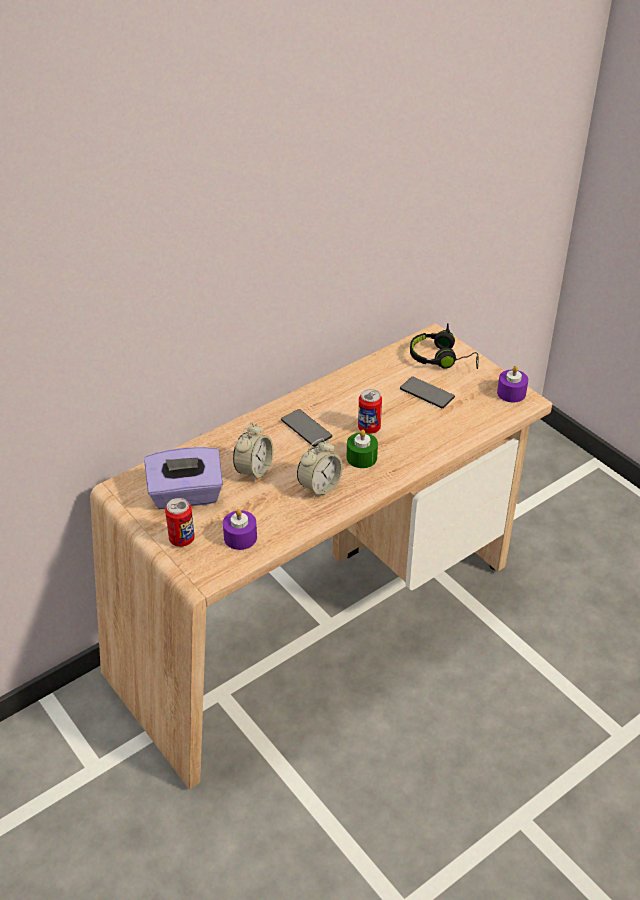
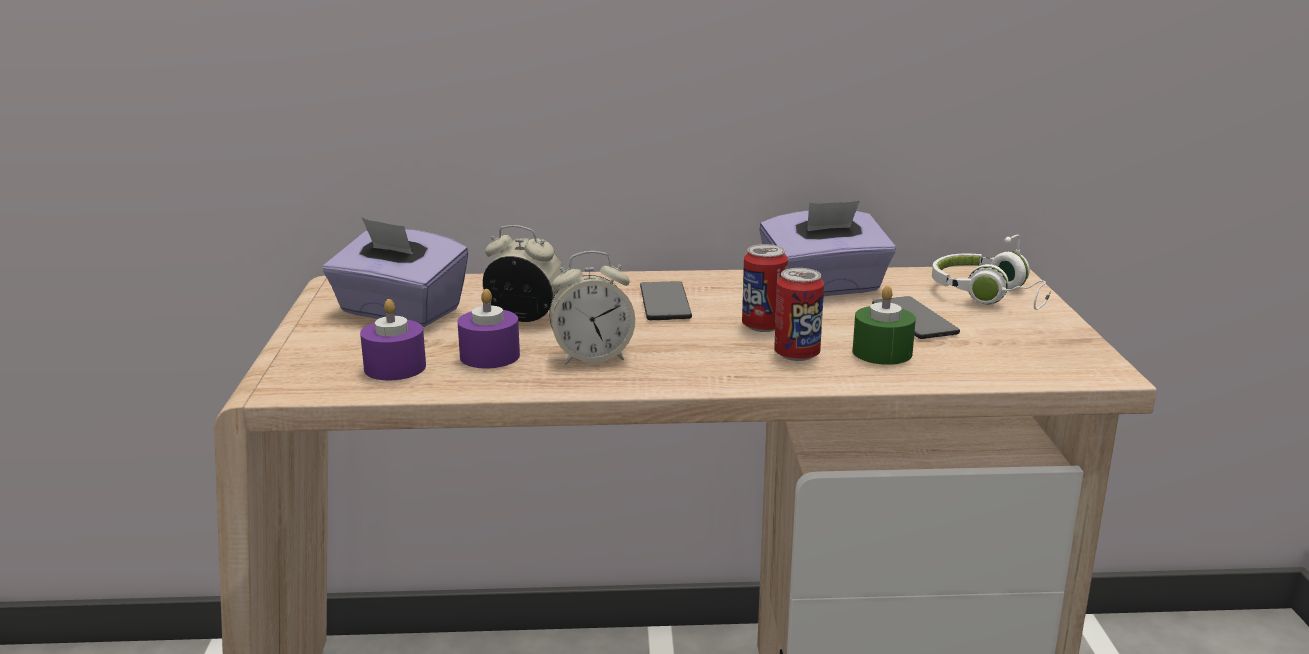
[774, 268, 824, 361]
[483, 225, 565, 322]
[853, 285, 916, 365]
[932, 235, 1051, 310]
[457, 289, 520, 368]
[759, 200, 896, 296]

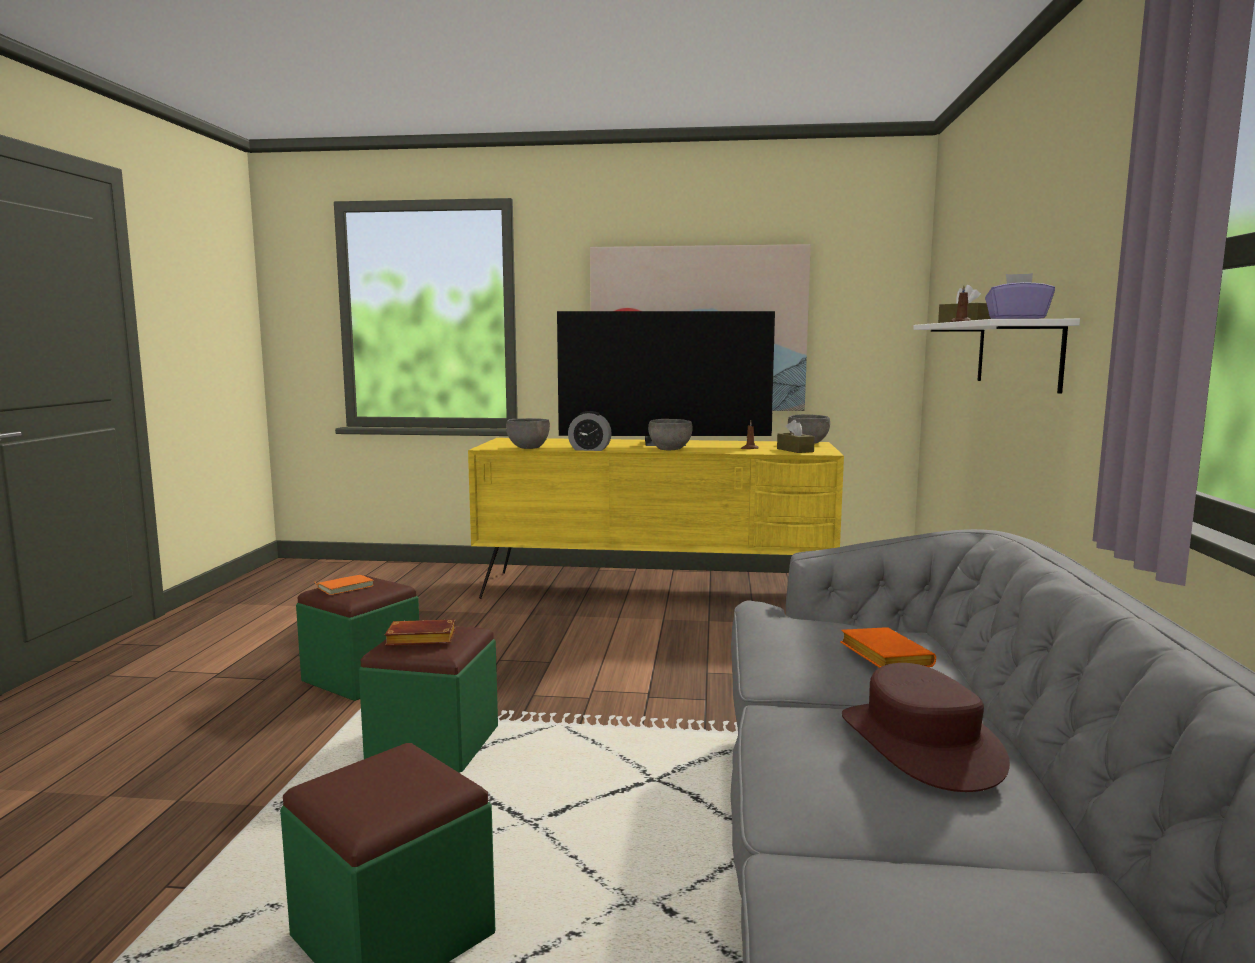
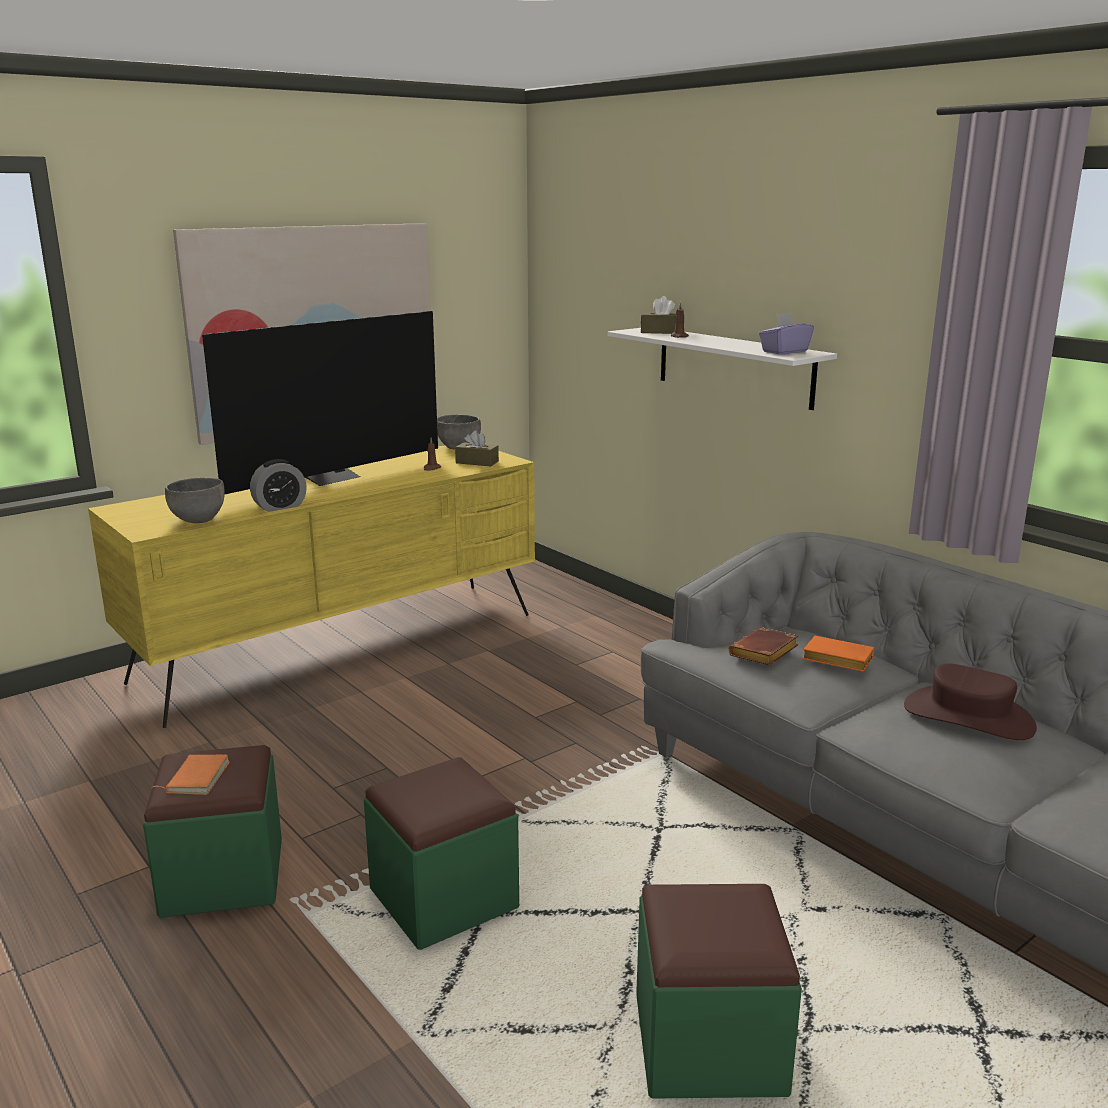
[728, 627, 798, 665]
[648, 419, 693, 450] (first image)

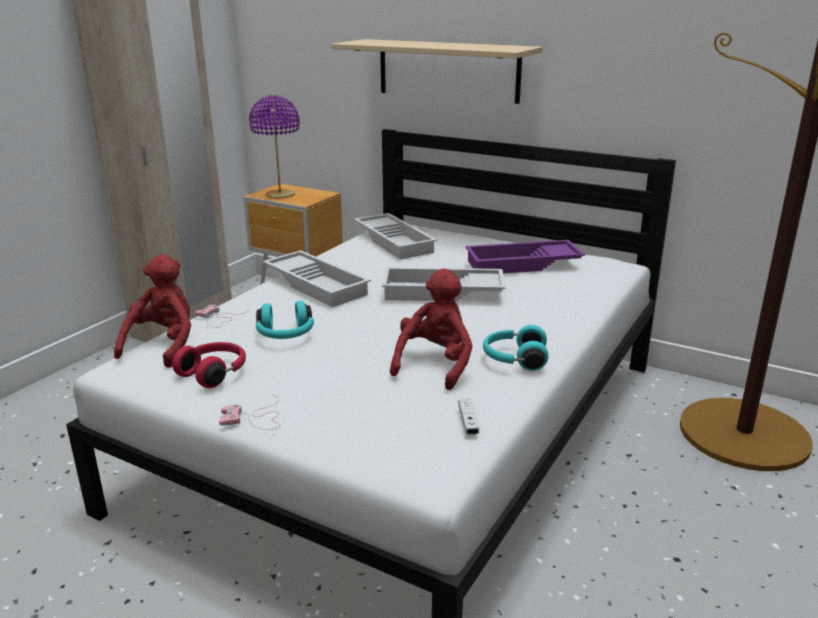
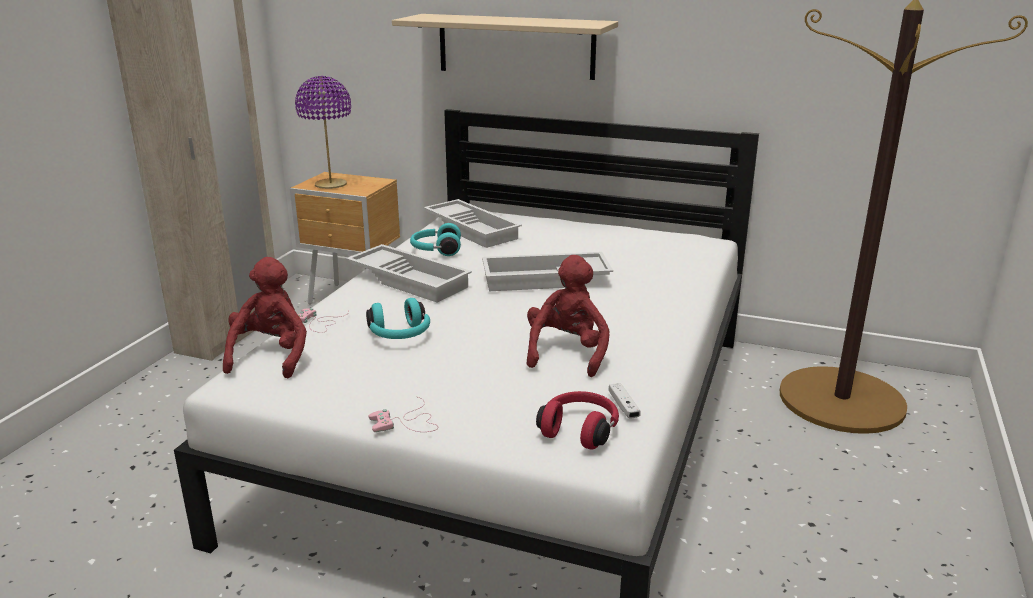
[536, 391, 619, 450]
[465, 240, 585, 274] (first image)
[410, 223, 461, 256]

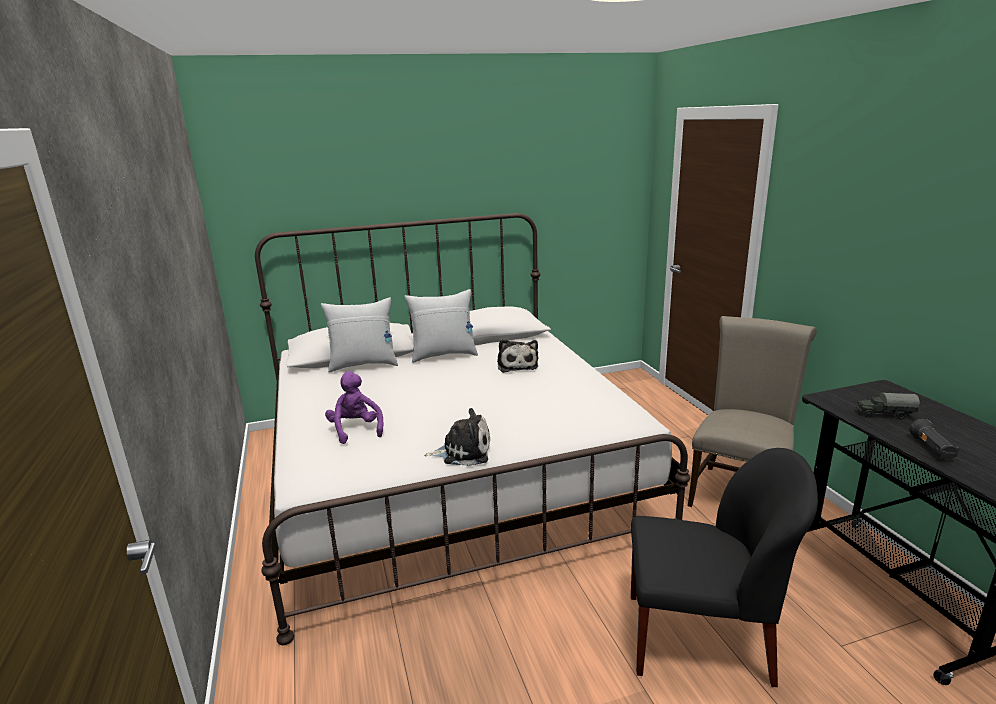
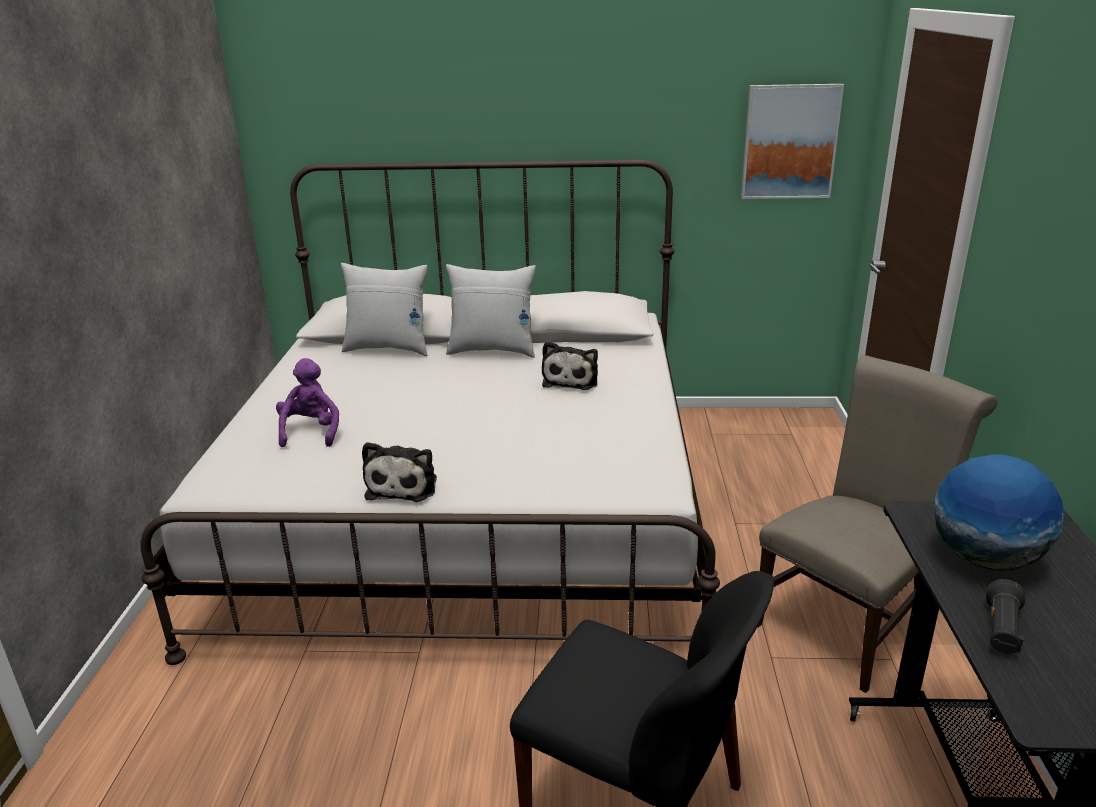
[362, 442, 437, 502]
[934, 454, 1064, 571]
[741, 84, 844, 199]

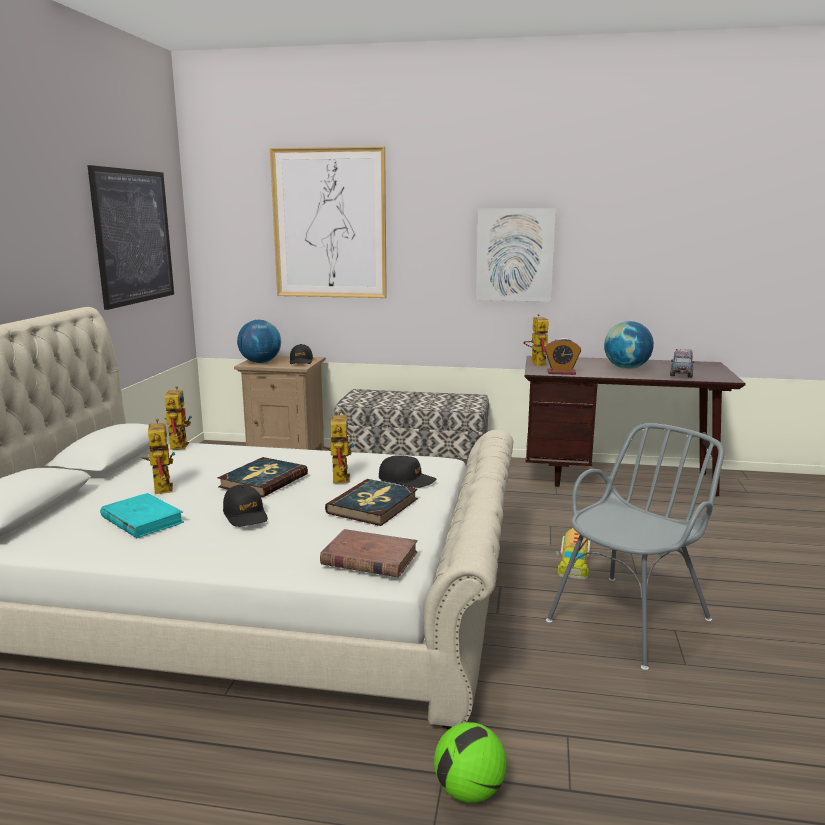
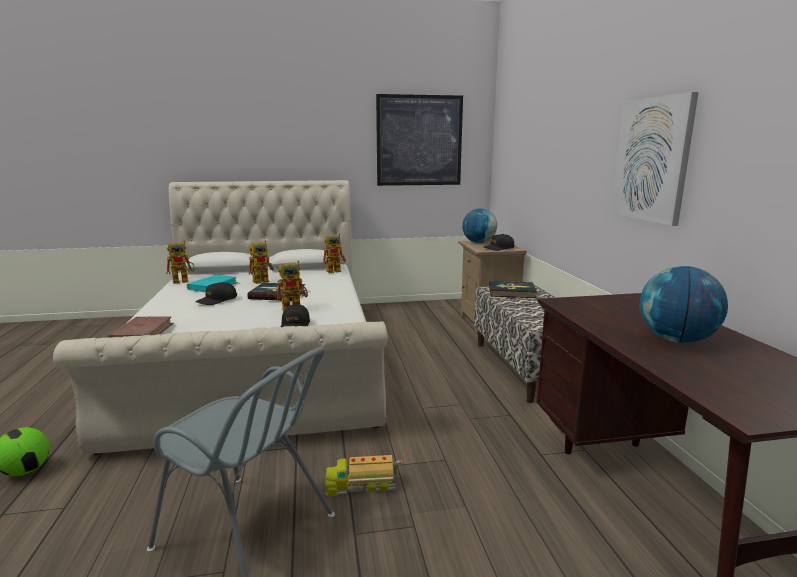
[270, 146, 387, 298] (first image)
[489, 281, 537, 298]
[166, 241, 195, 284]
[544, 338, 581, 375] (first image)
[670, 349, 694, 378] (first image)

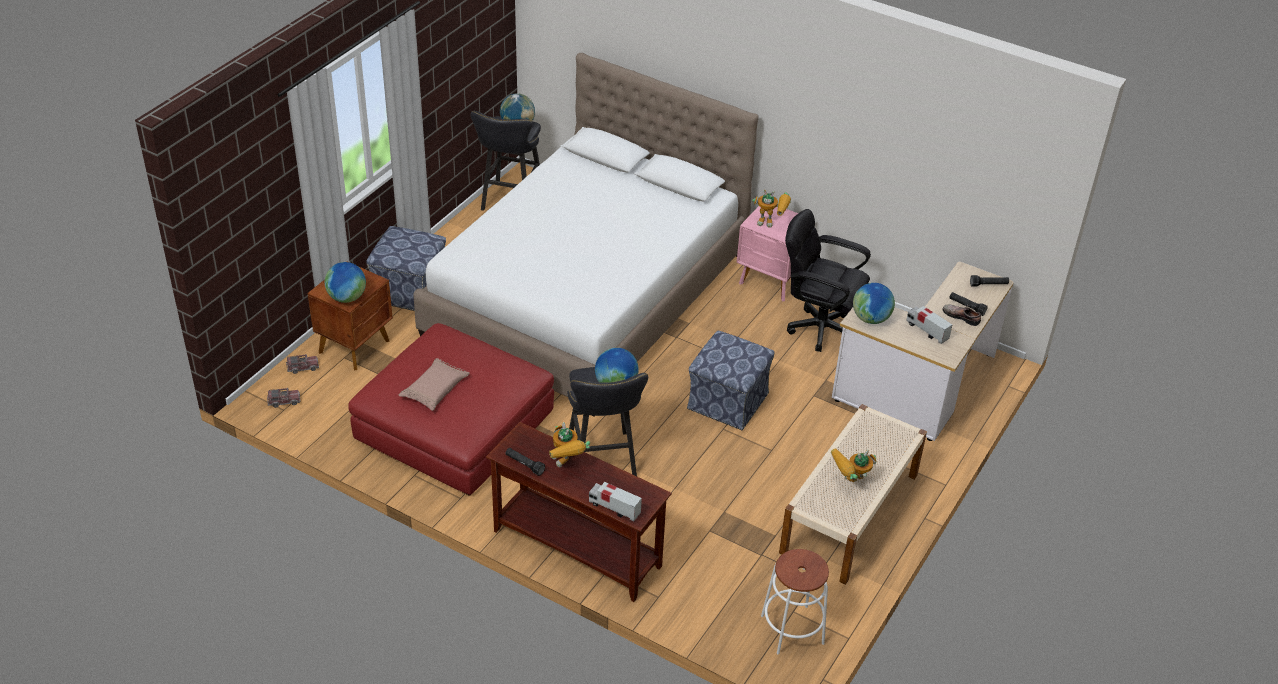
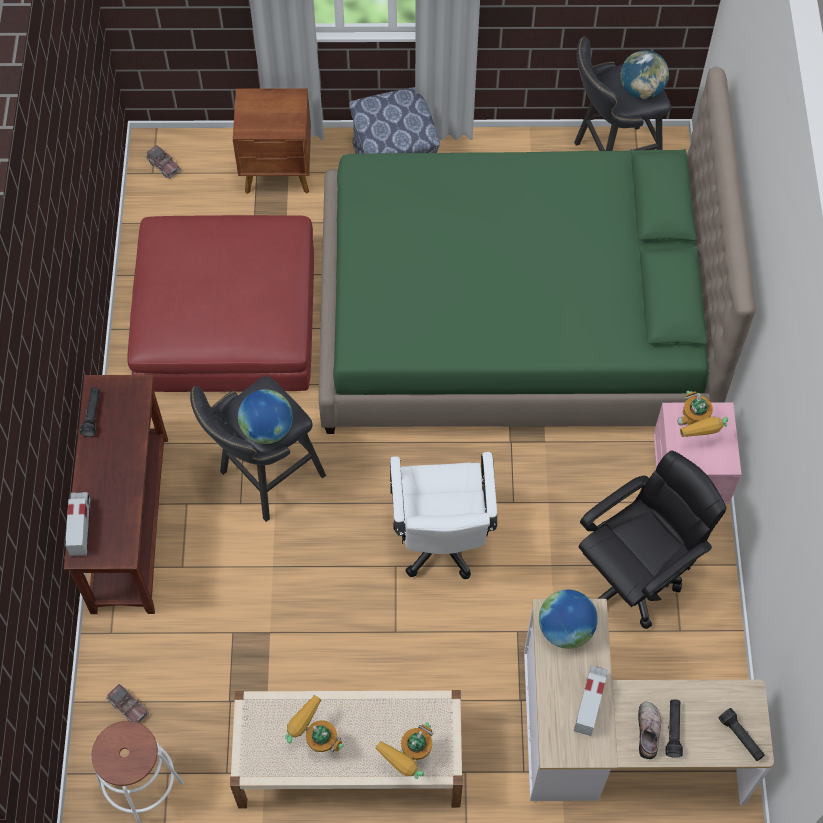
[106, 684, 149, 723]
[325, 262, 366, 303] (first image)
[399, 358, 470, 411] (first image)
[319, 67, 756, 434]
[375, 722, 433, 779]
[390, 452, 497, 579]
[579, 450, 727, 629]

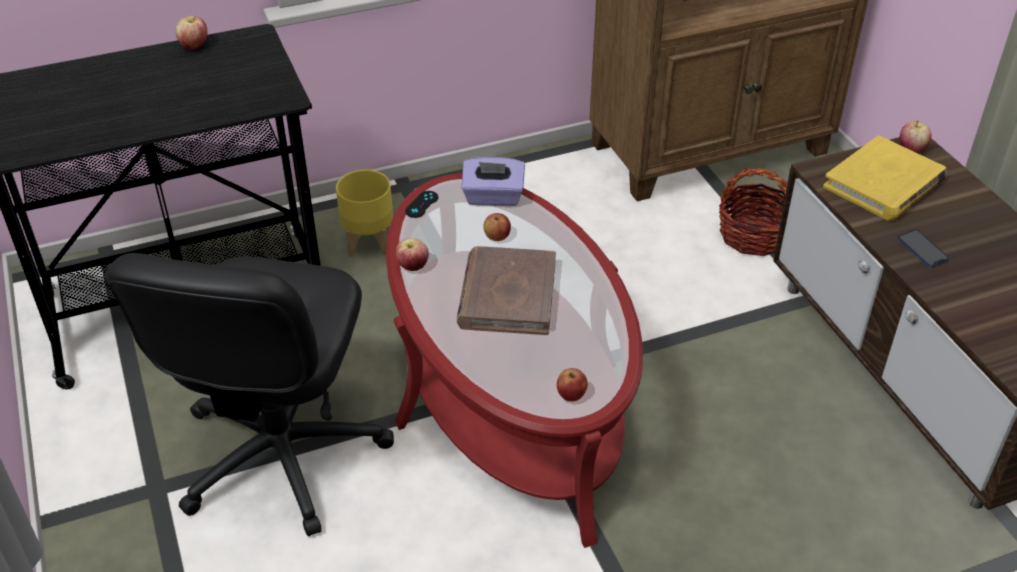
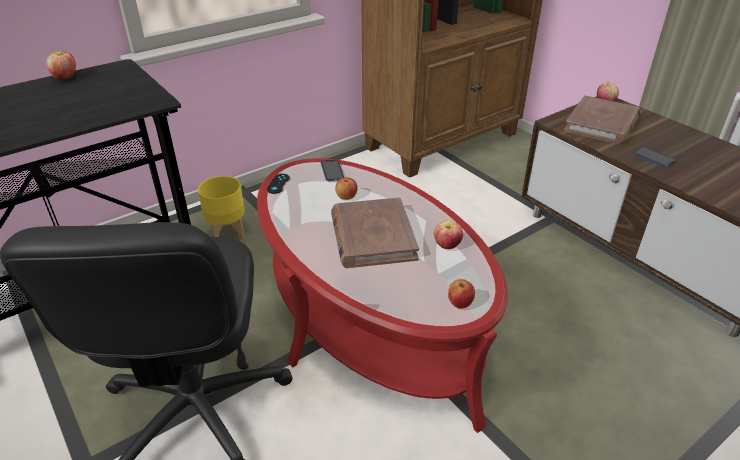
[434, 221, 463, 249]
[321, 160, 344, 181]
[719, 167, 787, 256] (first image)
[564, 95, 640, 144]

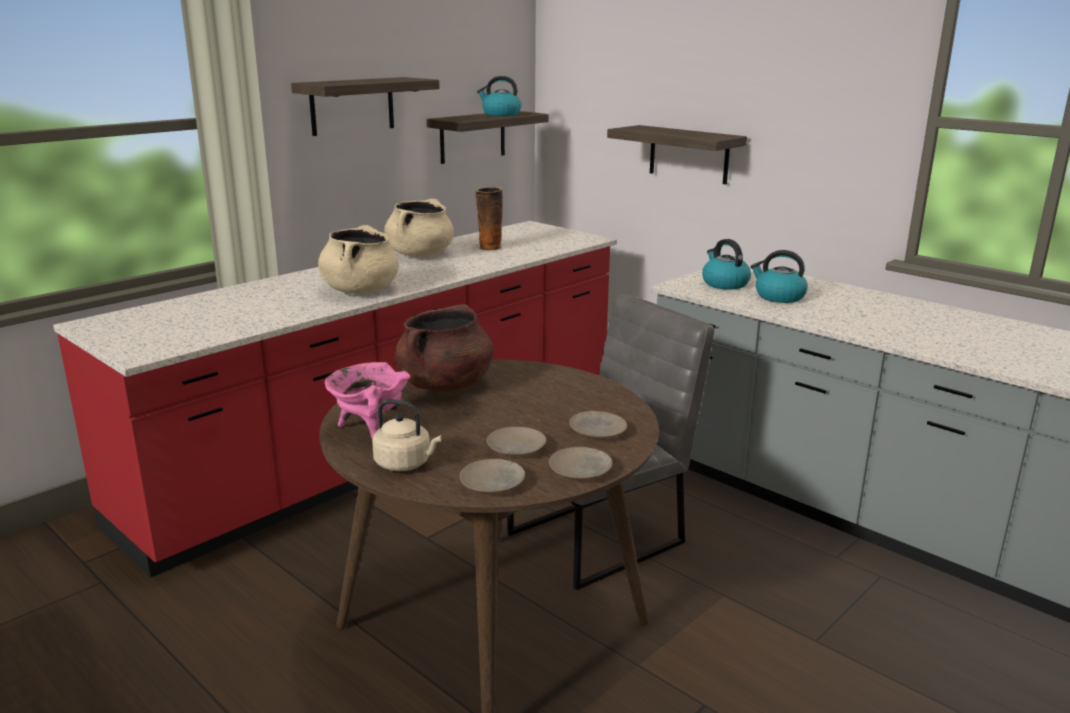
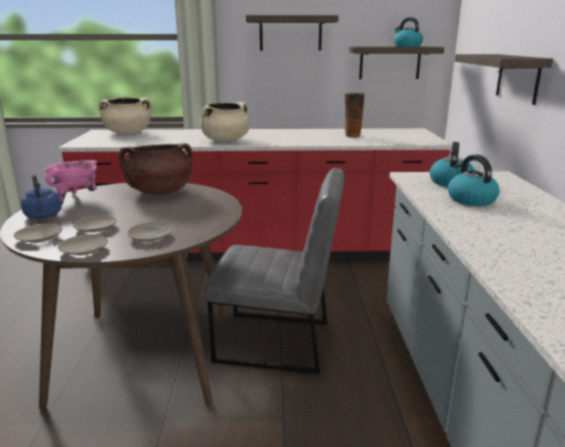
[21, 172, 61, 219]
[99, 97, 152, 134]

